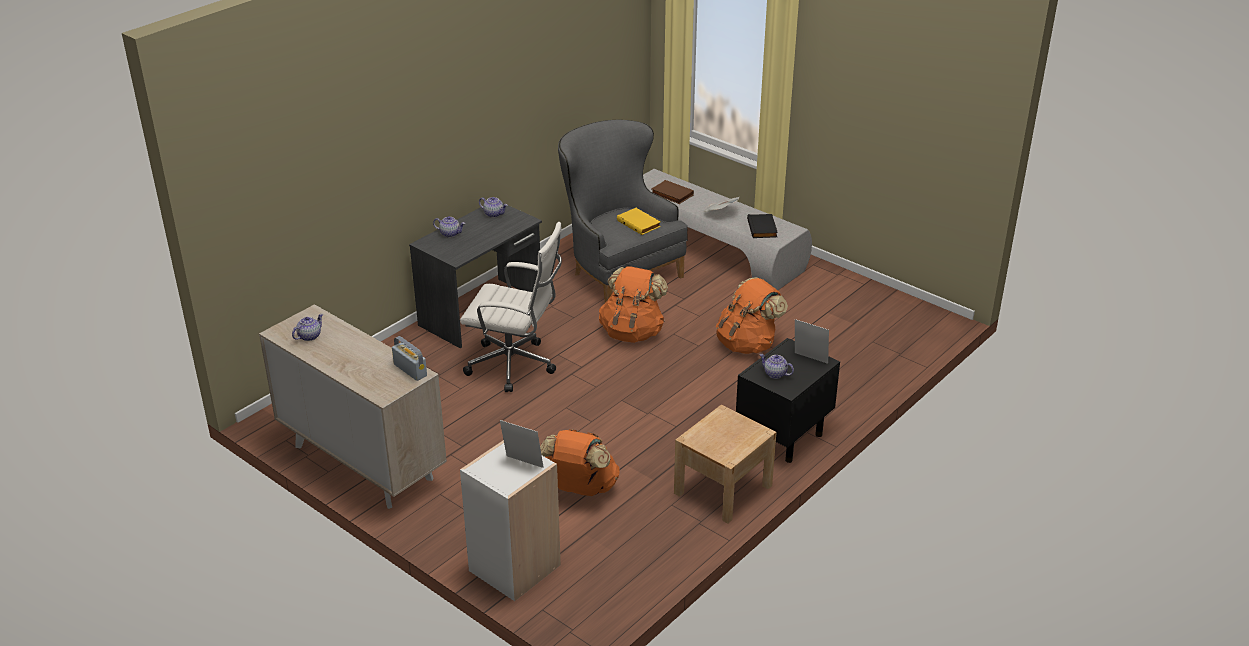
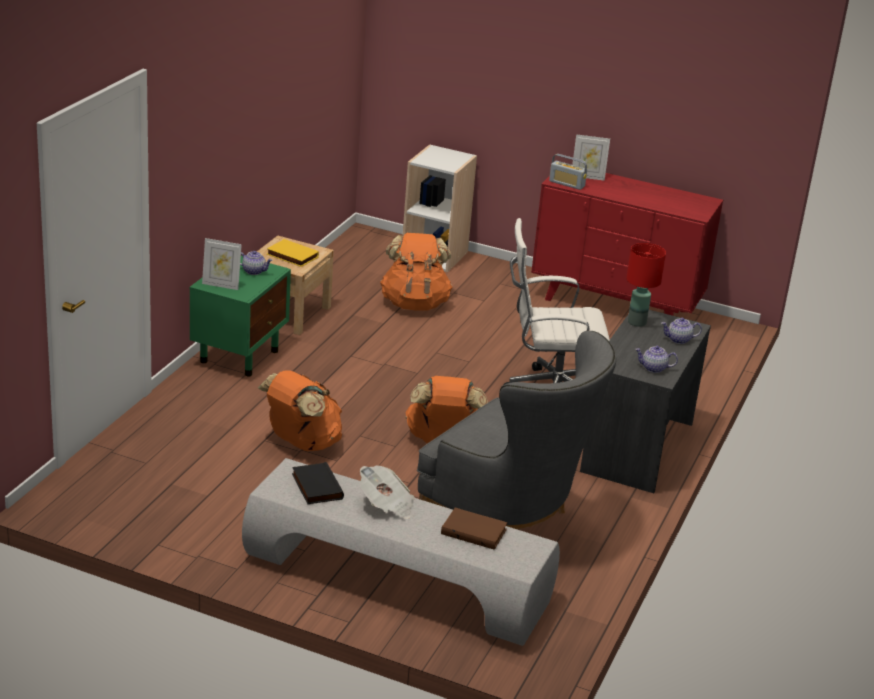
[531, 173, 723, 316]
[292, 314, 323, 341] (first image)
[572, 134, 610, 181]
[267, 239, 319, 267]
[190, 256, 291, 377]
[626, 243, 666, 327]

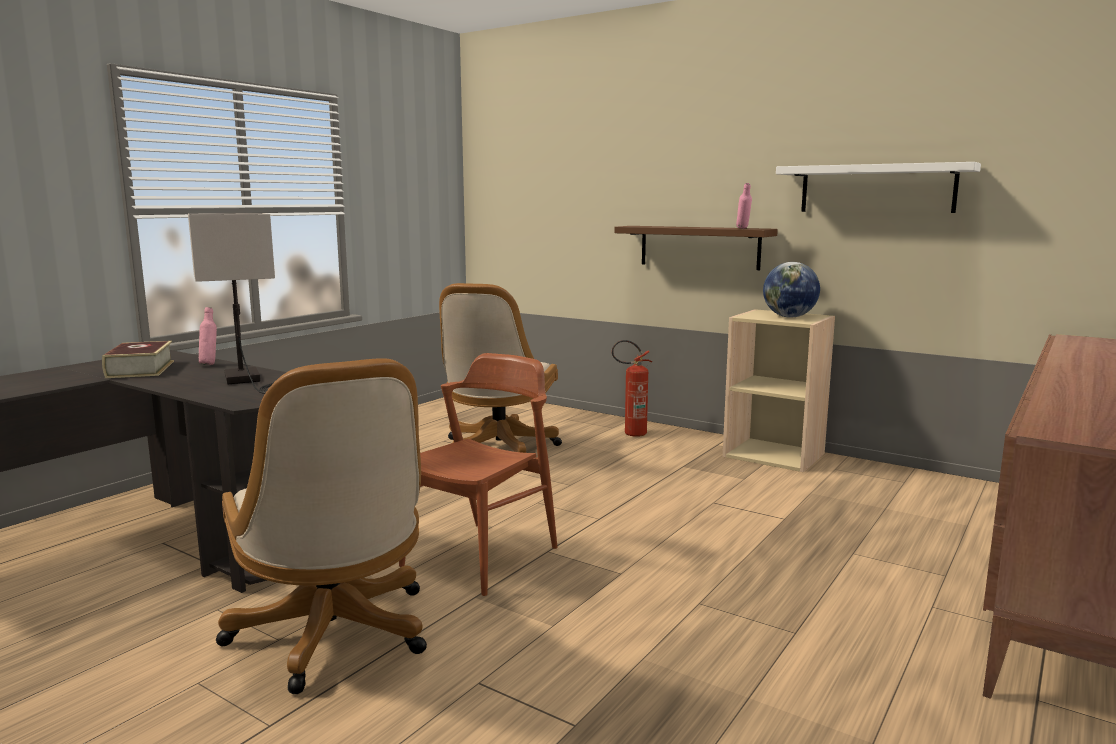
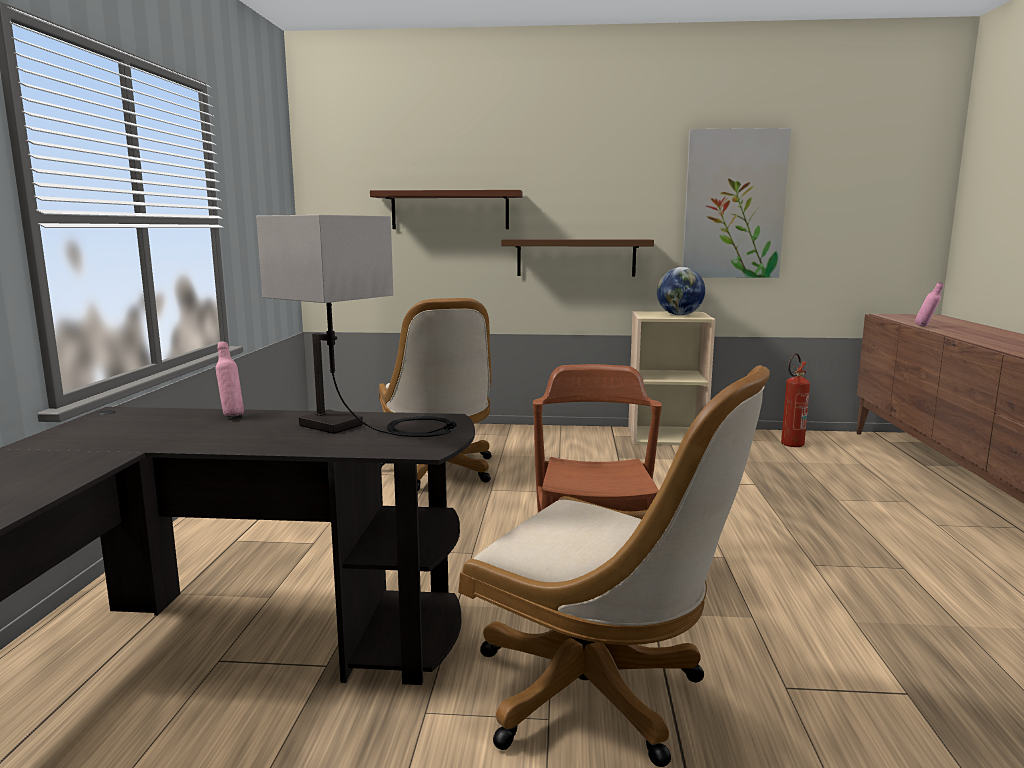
[102, 341, 174, 378] (first image)
[781, 353, 810, 447]
[915, 282, 944, 326]
[682, 128, 791, 278]
[370, 190, 523, 229]

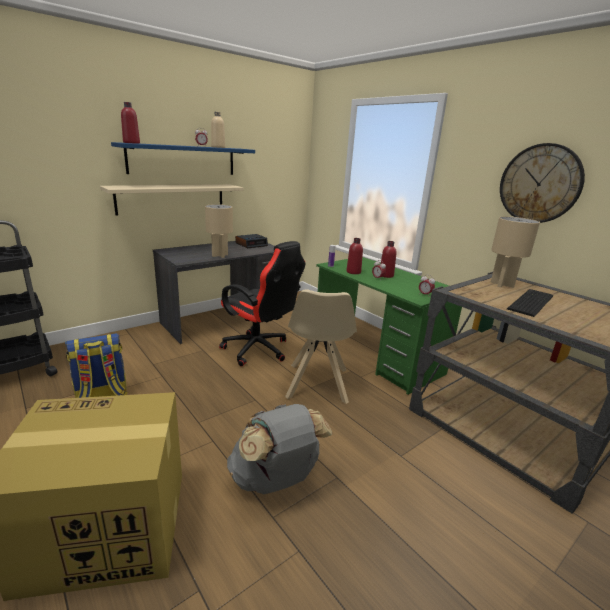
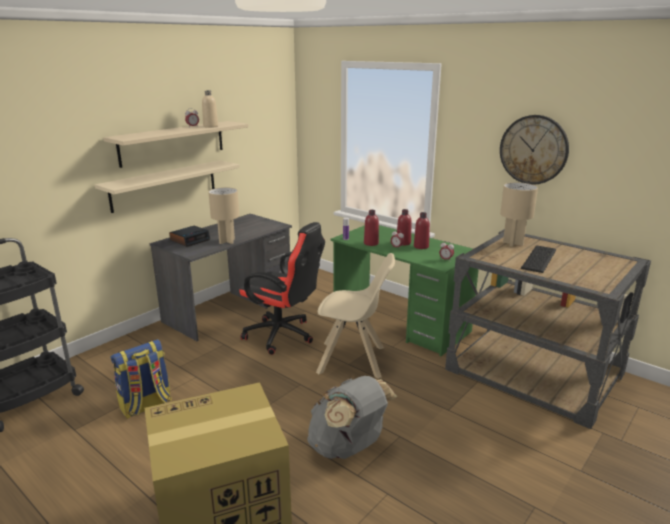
[103, 121, 248, 168]
[414, 212, 430, 249]
[169, 226, 210, 247]
[316, 253, 395, 379]

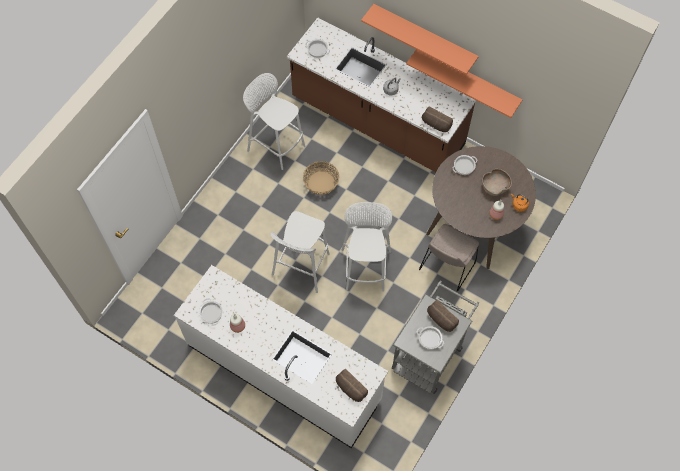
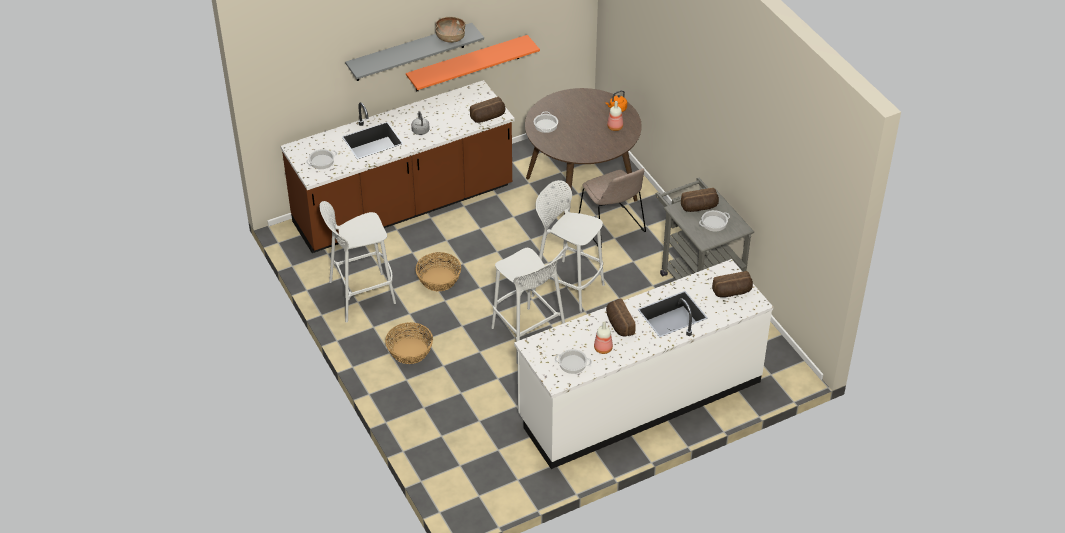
[345, 23, 484, 81]
[435, 17, 465, 43]
[385, 322, 433, 364]
[606, 299, 636, 337]

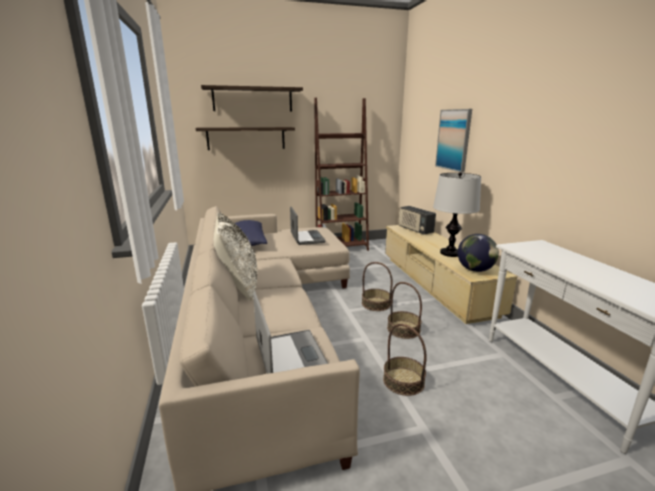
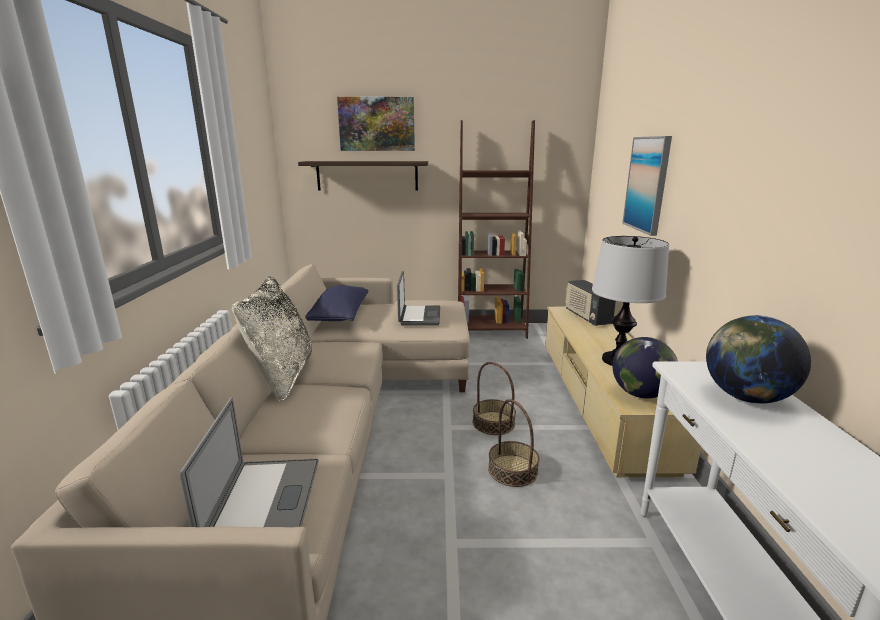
[337, 97, 415, 151]
[383, 324, 427, 396] (first image)
[706, 315, 811, 403]

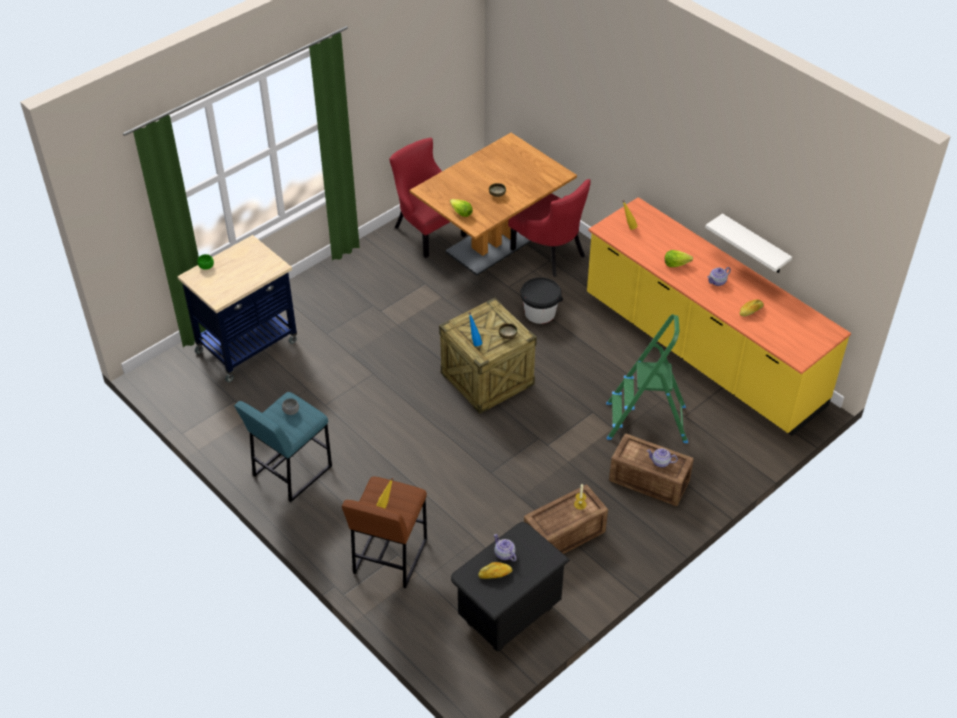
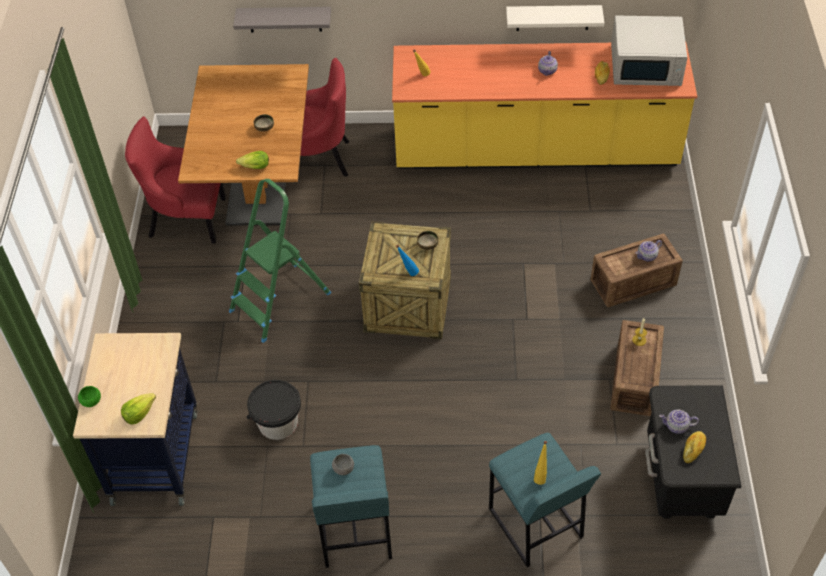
[489, 433, 601, 567]
[246, 380, 301, 440]
[229, 179, 331, 343]
[121, 393, 156, 425]
[233, 7, 331, 33]
[611, 15, 687, 86]

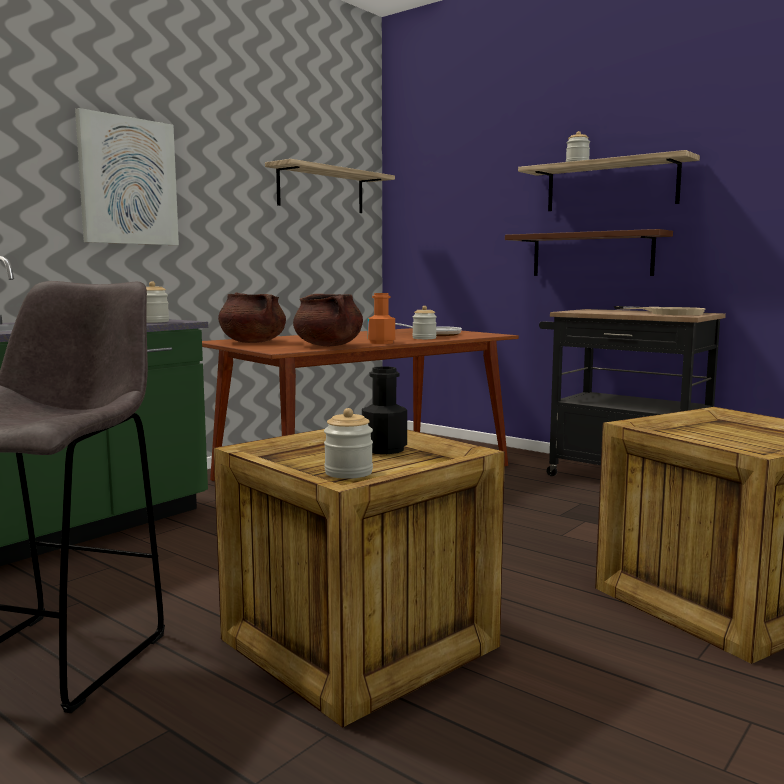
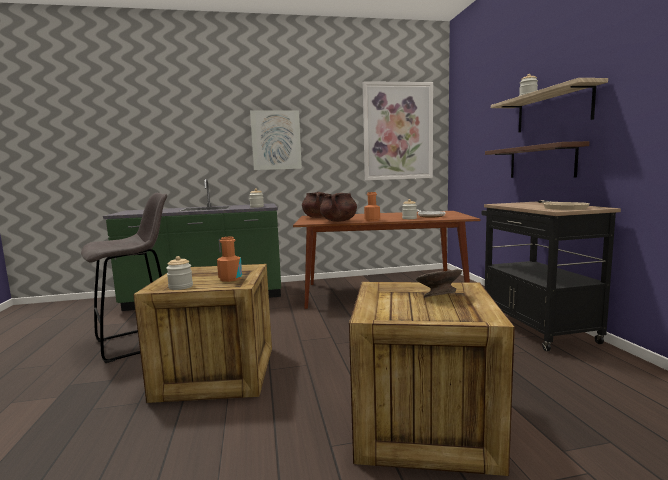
[363, 81, 433, 181]
[217, 237, 242, 282]
[416, 269, 462, 298]

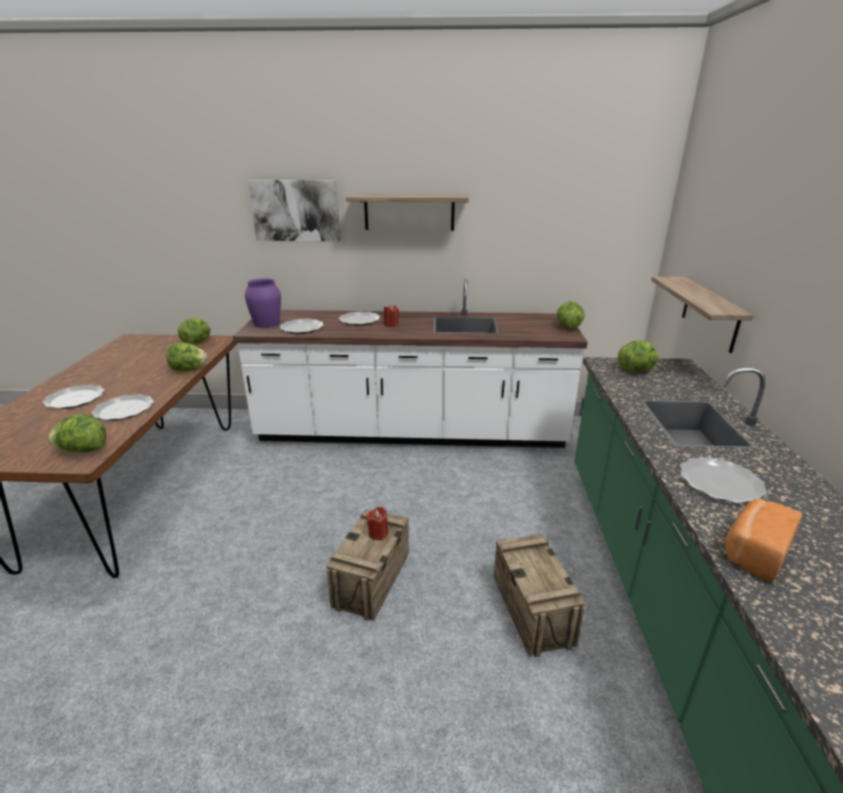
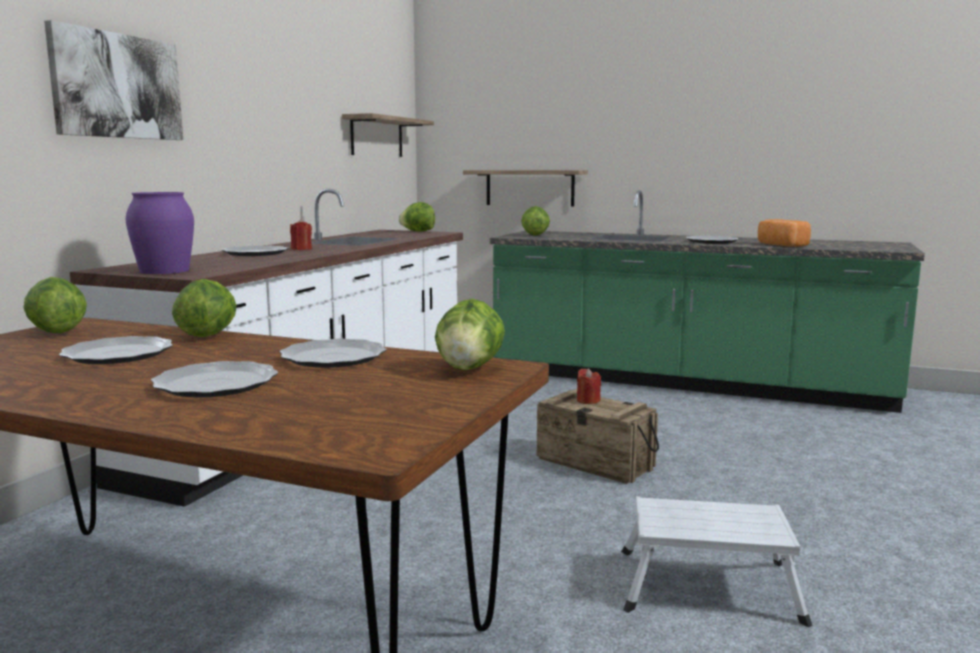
[59, 336, 173, 364]
[342, 113, 434, 157]
[494, 534, 586, 657] (first image)
[621, 496, 813, 628]

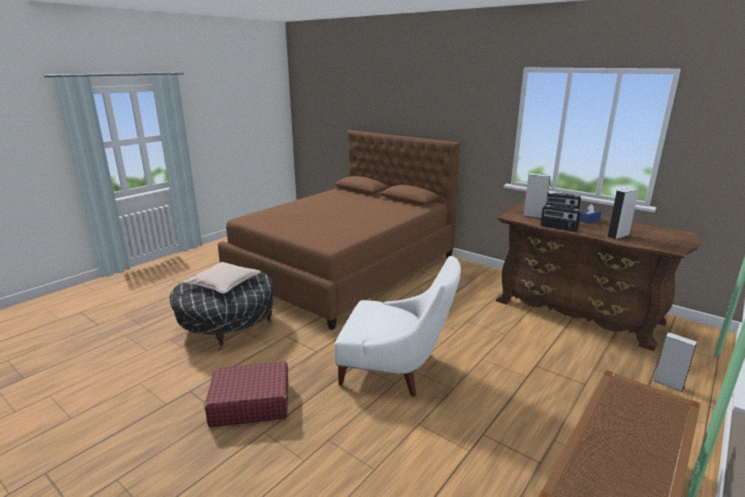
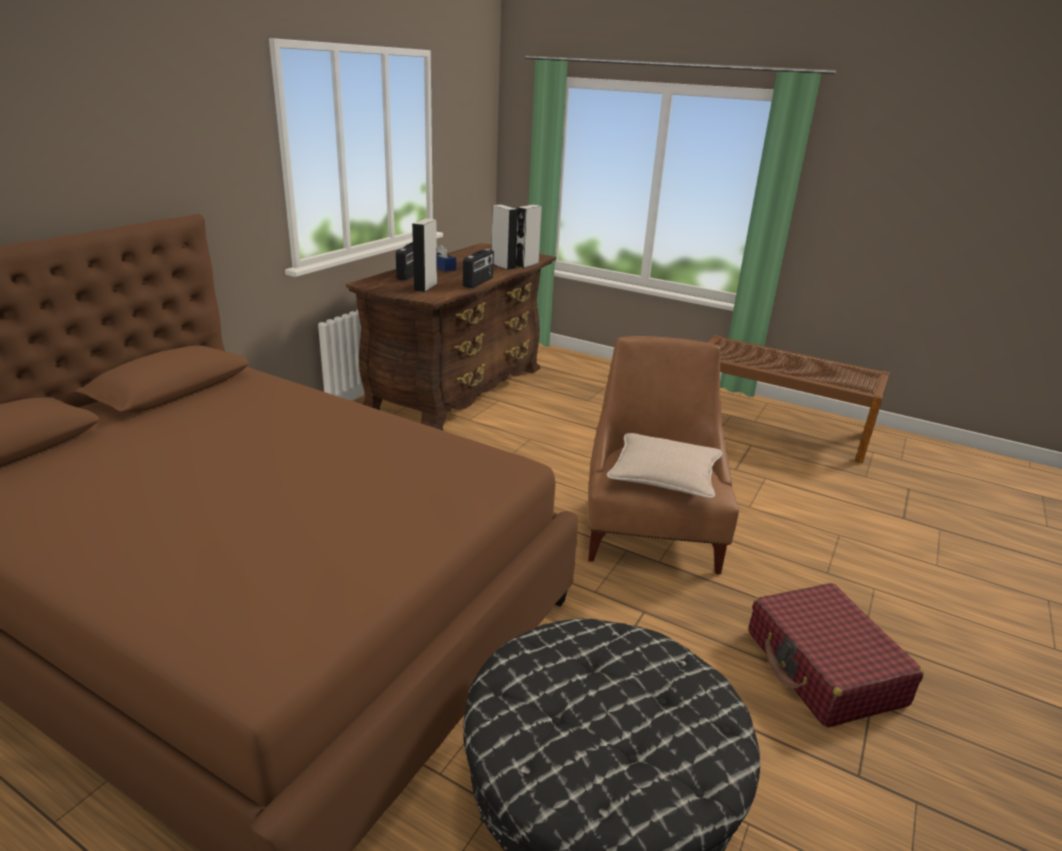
[607, 433, 722, 498]
[588, 336, 739, 575]
[516, 204, 542, 268]

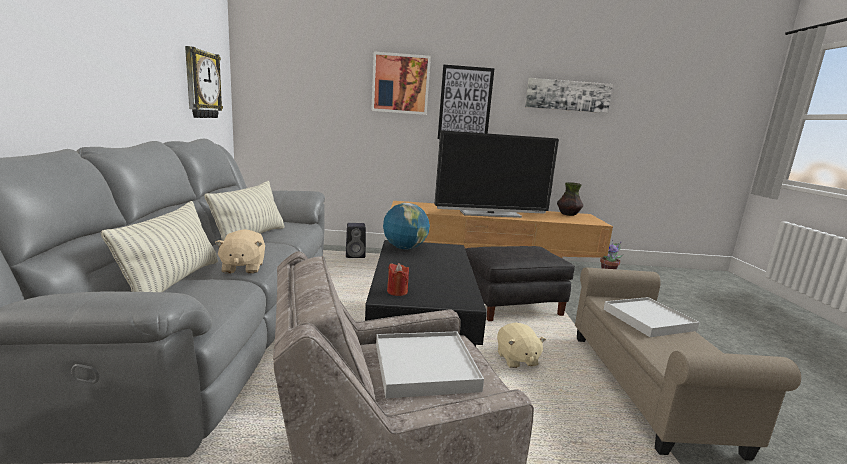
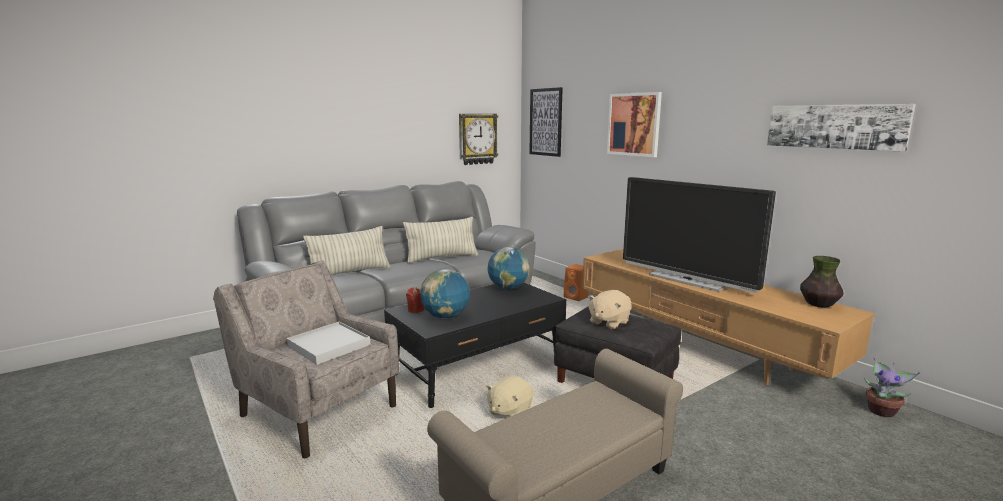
[588, 290, 632, 329]
[564, 264, 589, 301]
[529, 87, 563, 157]
[604, 297, 699, 337] (first image)
[420, 269, 470, 319]

